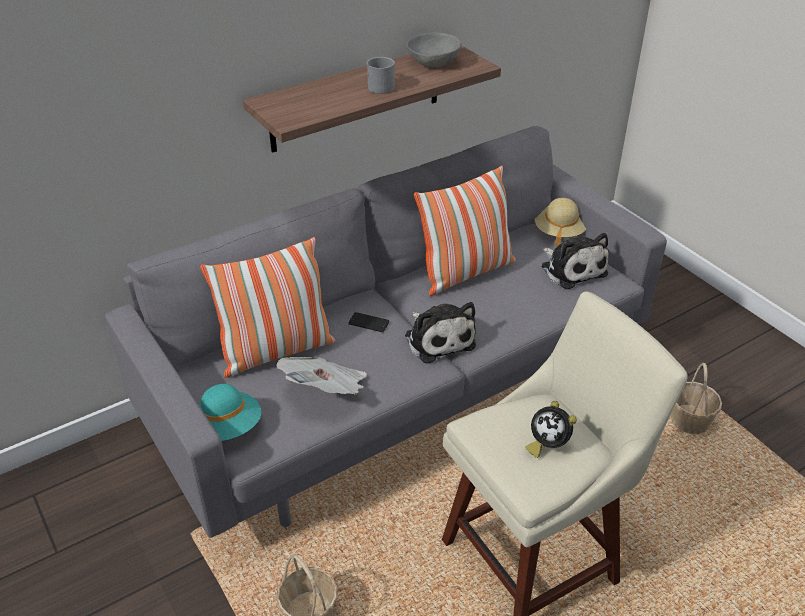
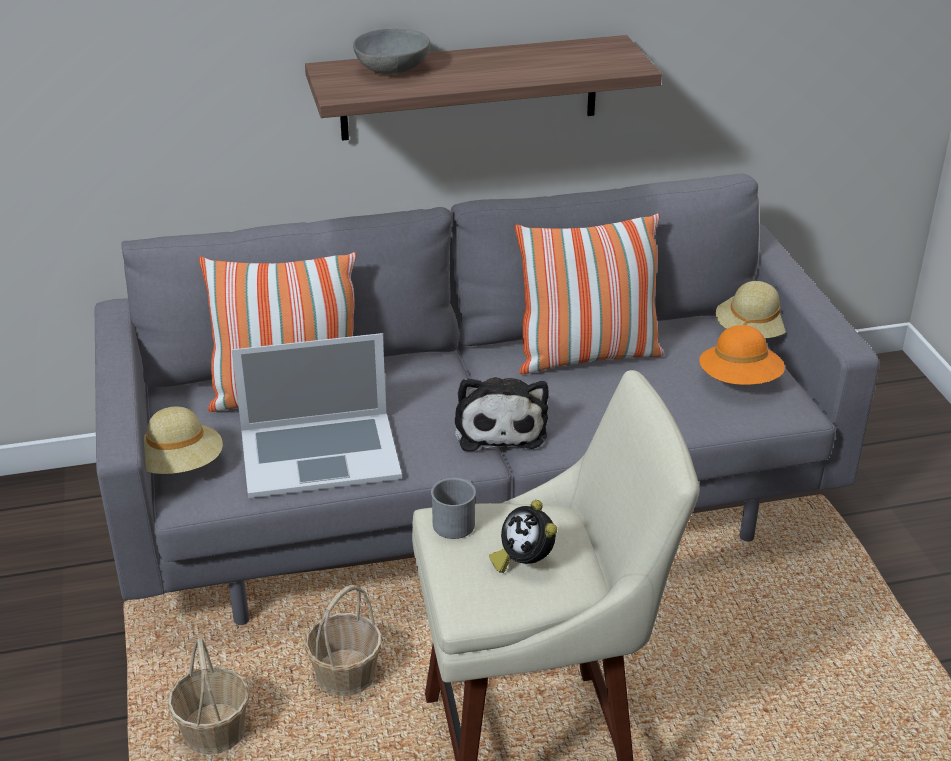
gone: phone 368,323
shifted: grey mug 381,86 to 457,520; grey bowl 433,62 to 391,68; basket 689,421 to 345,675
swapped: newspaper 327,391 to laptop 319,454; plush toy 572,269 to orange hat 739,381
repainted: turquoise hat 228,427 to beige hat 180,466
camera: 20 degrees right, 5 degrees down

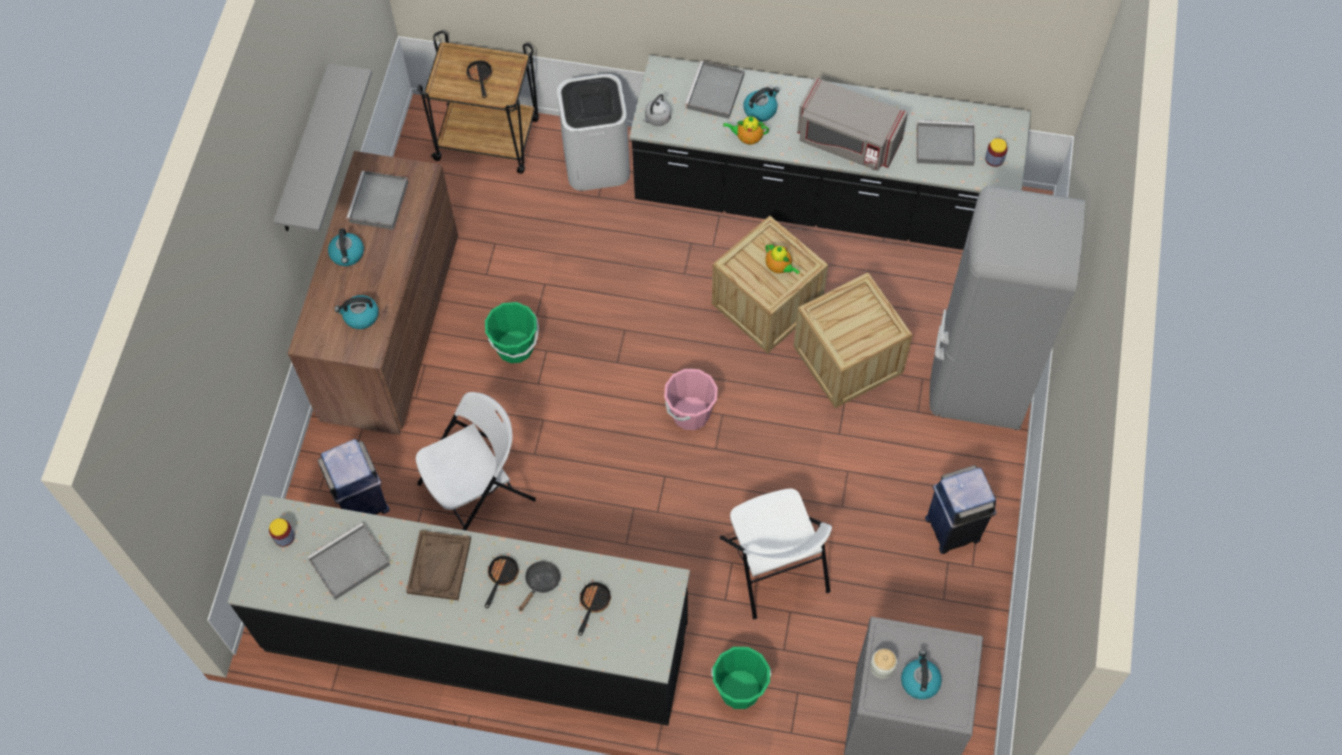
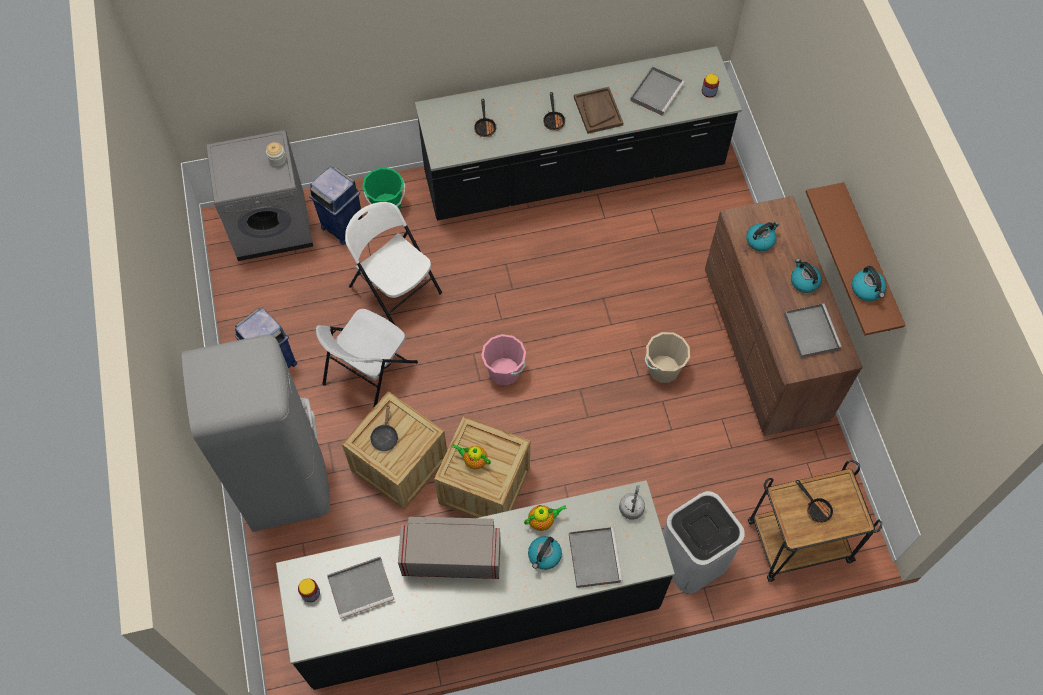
shifted: blue trash can 362,503 to 342,225; white chair 476,492 to 369,373; black frying pan 541,583 to 385,436; kettle 919,681 to 867,289
repainted: grey shelf 305,152 to brown shelf 869,261; green bucket 515,347 to beige bucket 663,369
camera: 155 degrees right, 0 degrees up

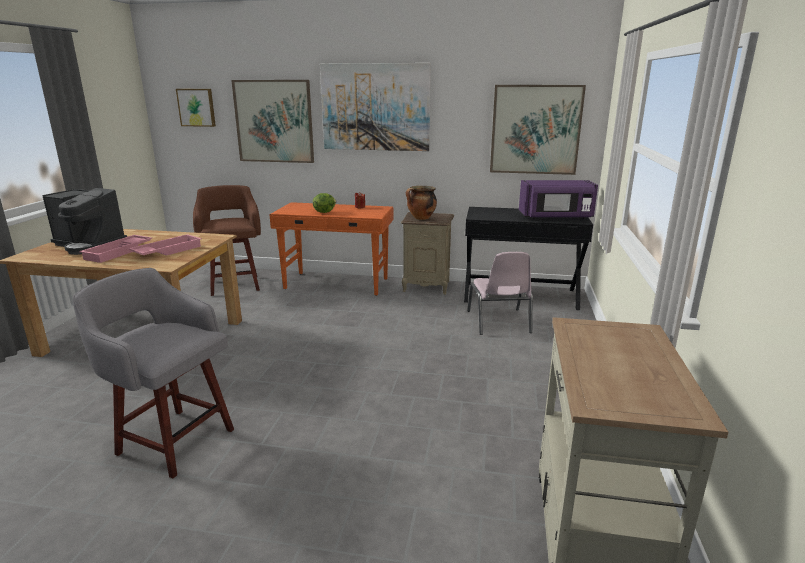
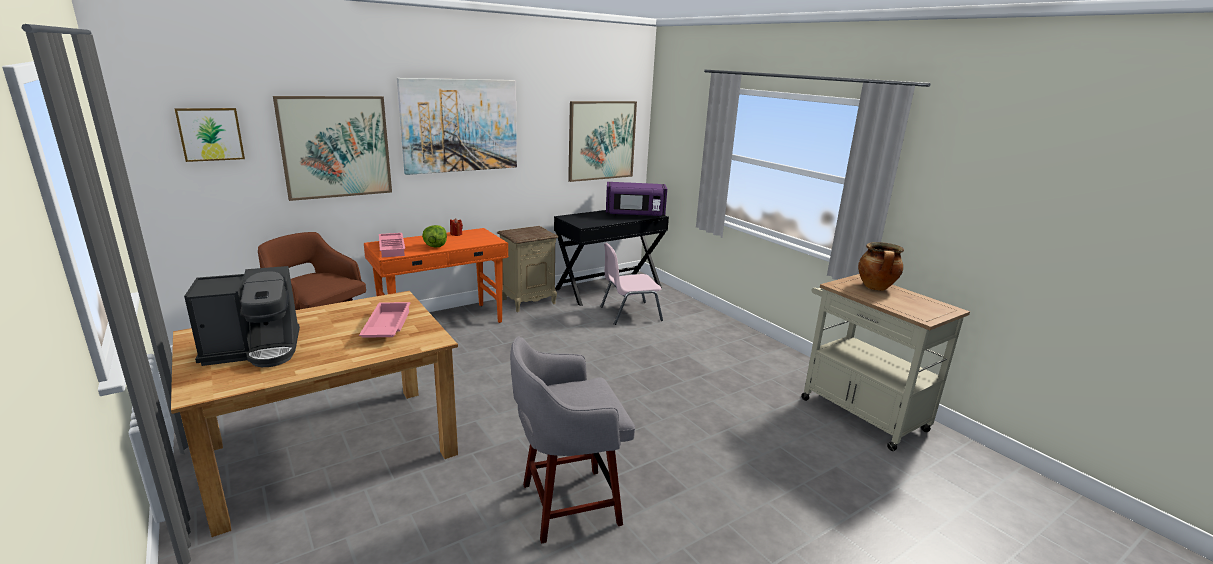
shifted: pink tray 119,252 to 393,248; cooking pot 421,218 to 876,288
rotated: pink chair 499,322 = 629,313 120 degrees clockwise; purple microwave 556,217 = 634,214 45 degrees clockwise
camera: 45 degrees left, 0 degrees up

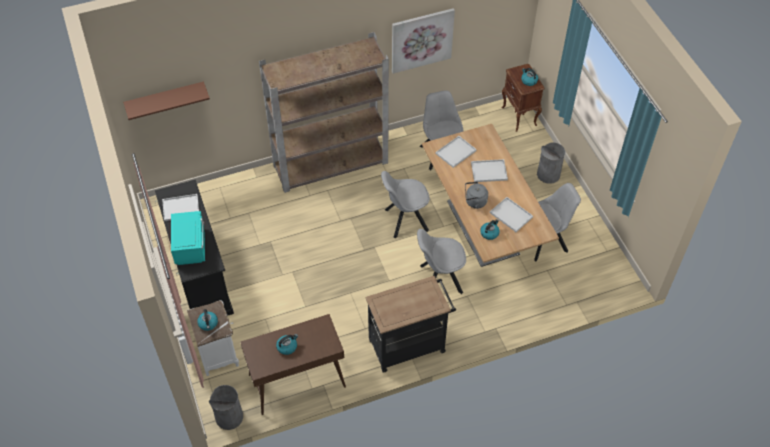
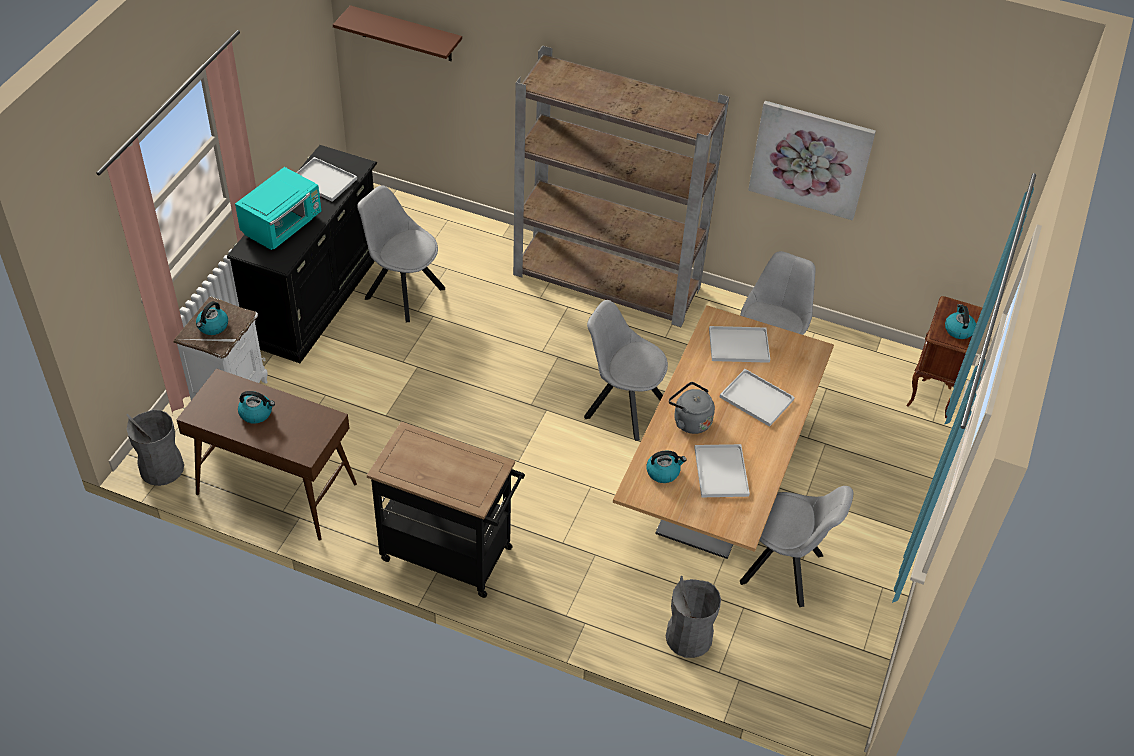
shifted: grey chair 439,279 to 403,292; grey trash can 548,174 to 688,637
camera: 40 degrees right, 5 degrees down

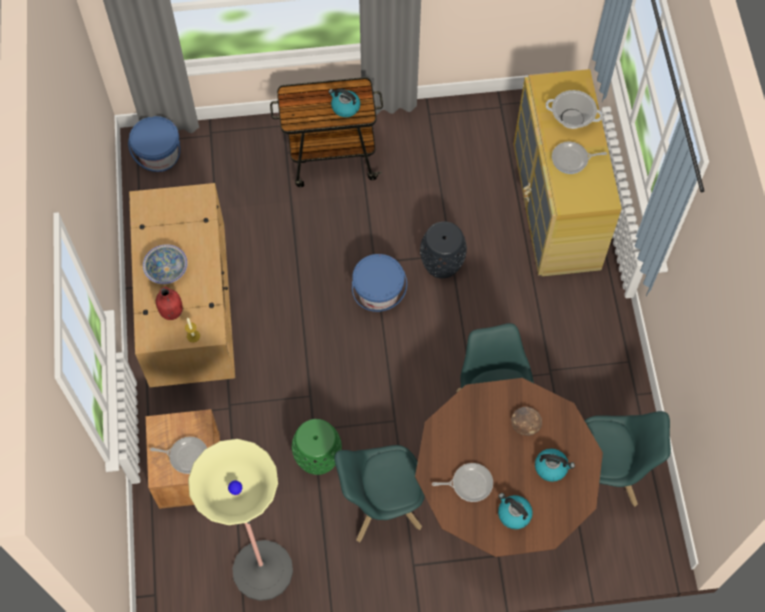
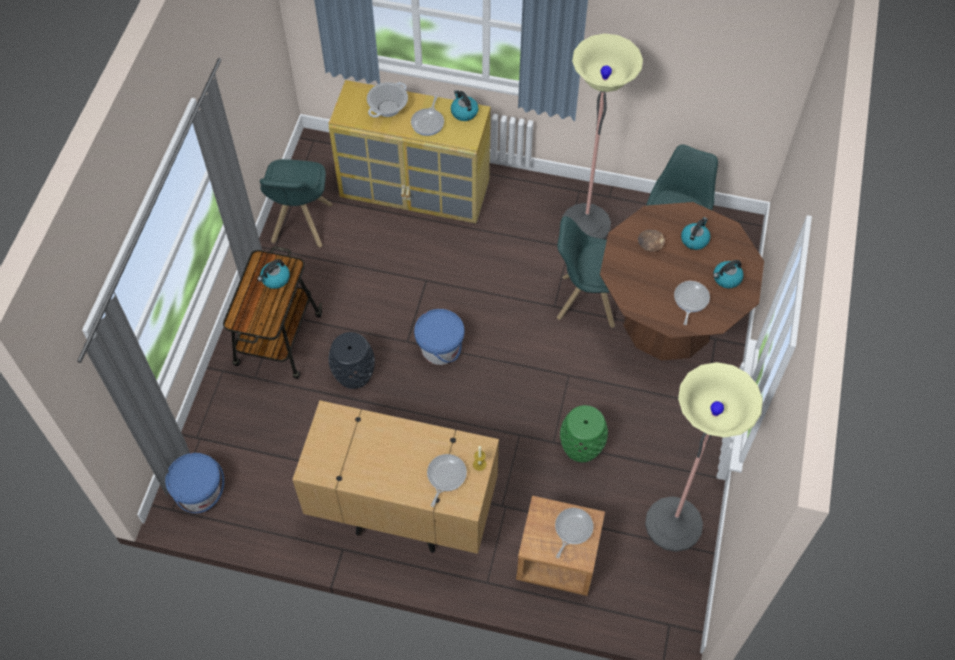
gone: bowl 166,269
new: kettle 464,112; floor lamp 585,224
shifted: turquoise chair 381,506 to 301,223; black stool 442,263 to 354,374
swapped: red bottle 171,311 to frying pan 445,476
camera: 70 degrees left, 5 degrees down

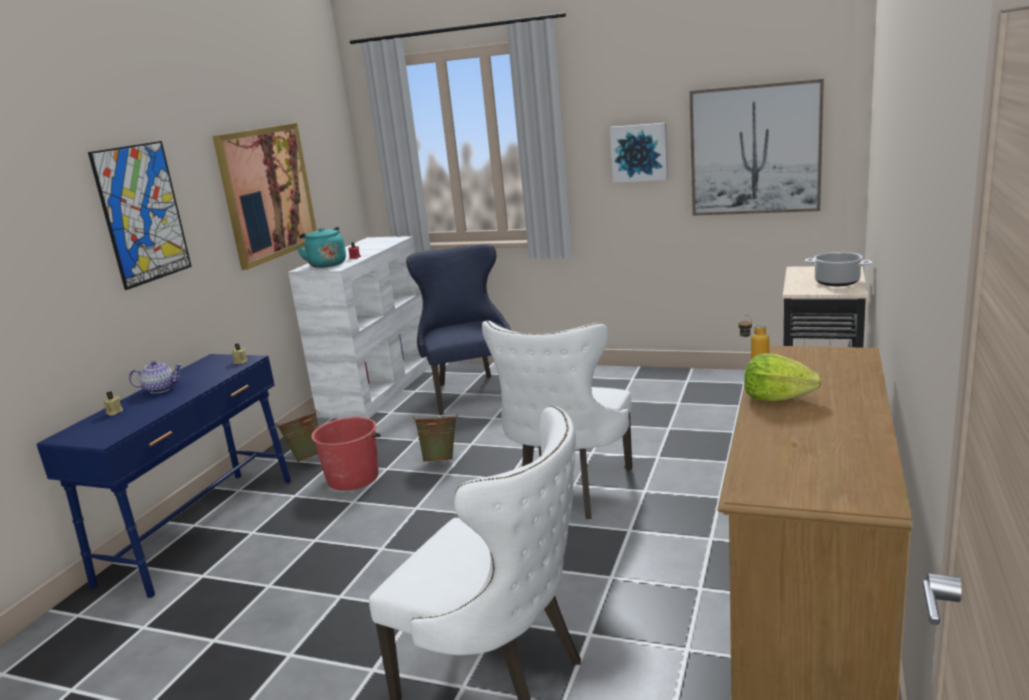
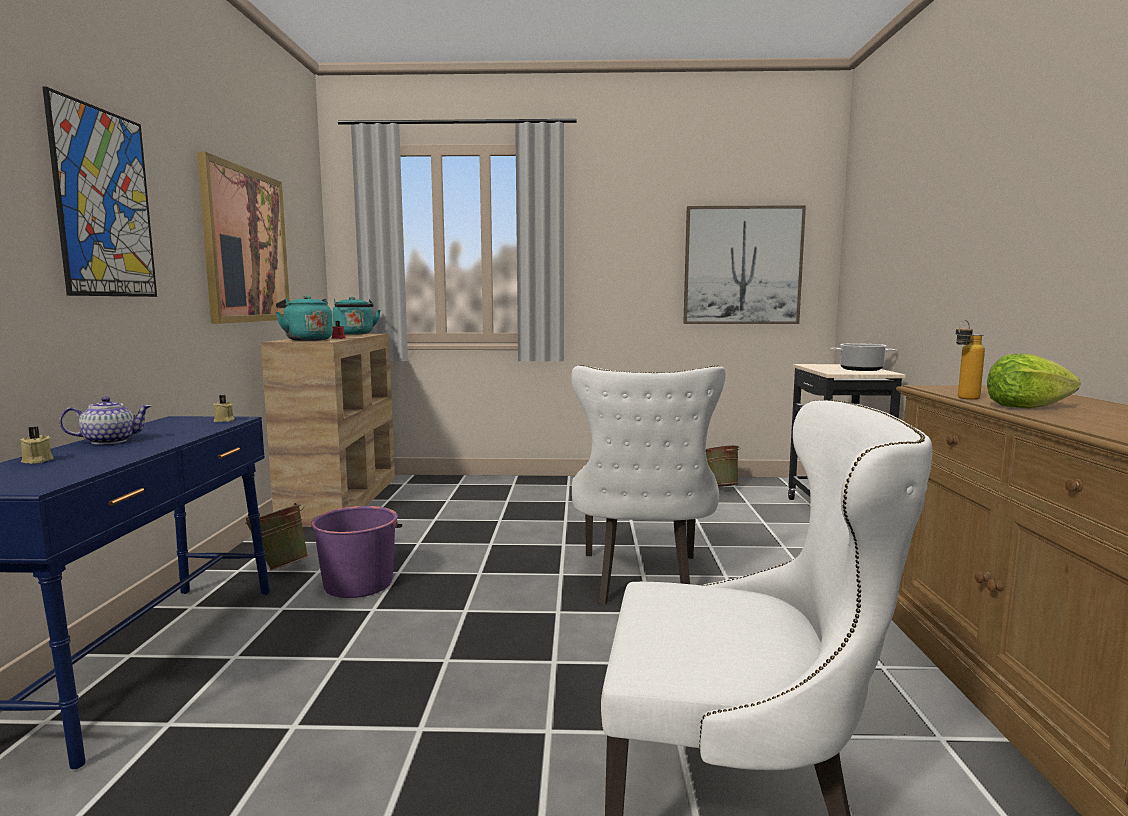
gone: blue chair 470,392; picture 639,152
new: turquoise kettle 354,334
shifted: green bucket 441,459 to 720,487
repainted: white bookcase 377,389 to brown bookcase 340,499; red bucket 353,478 to purple bucket 358,584
camera: 20 degrees left, 10 degrees down

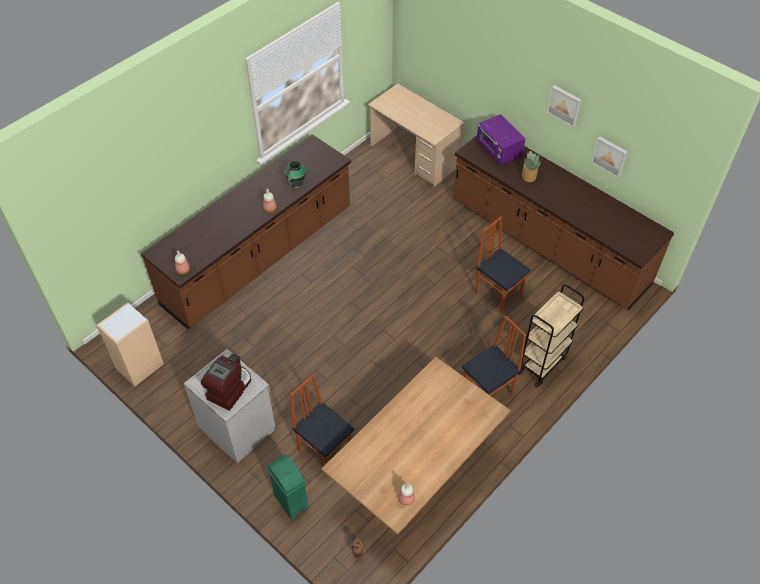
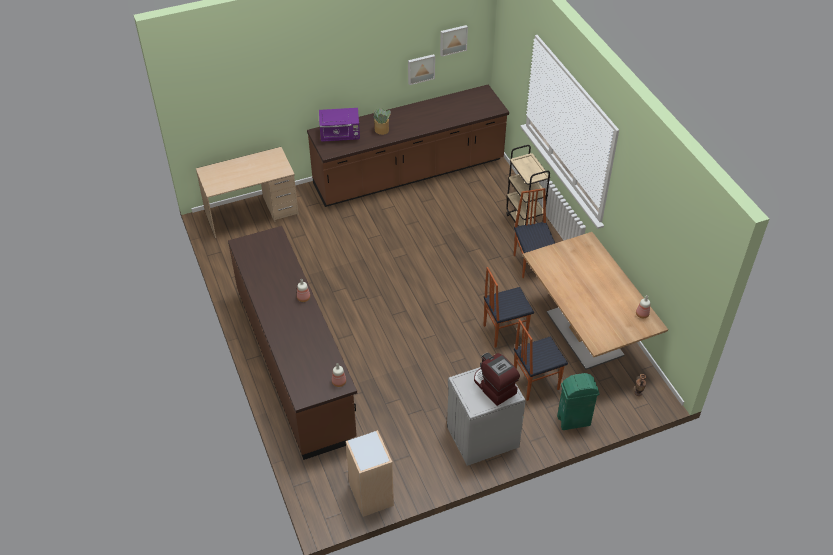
gone: vase 296,184
shifted: chair 498,294 to 504,331; picture 565,105 to 453,40
camera: 65 degrees left, 5 degrees down

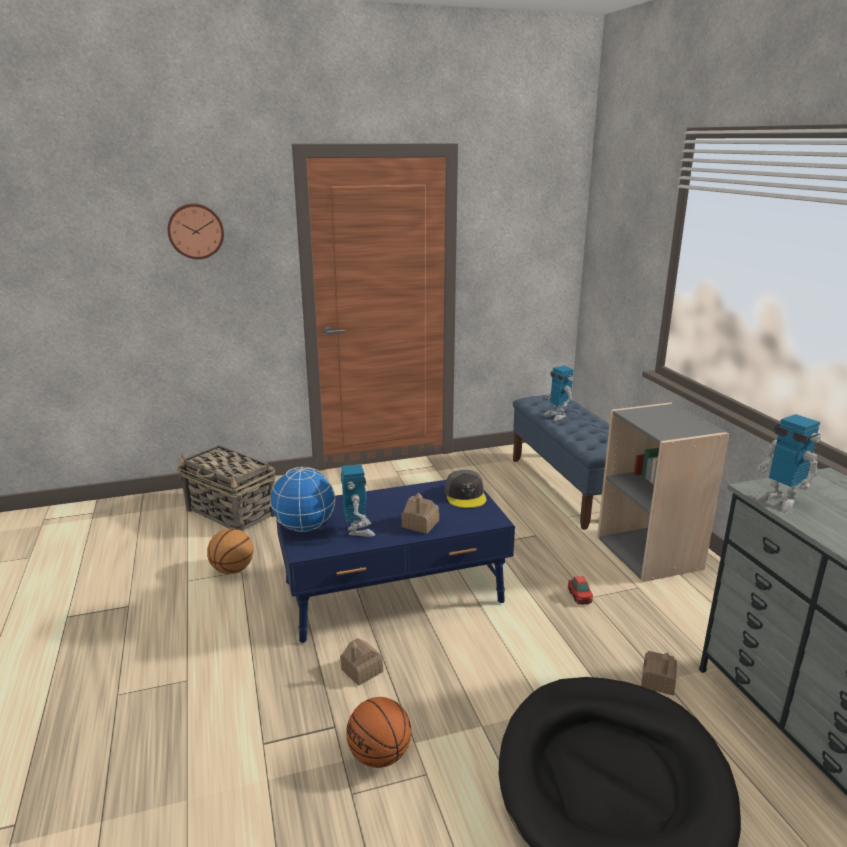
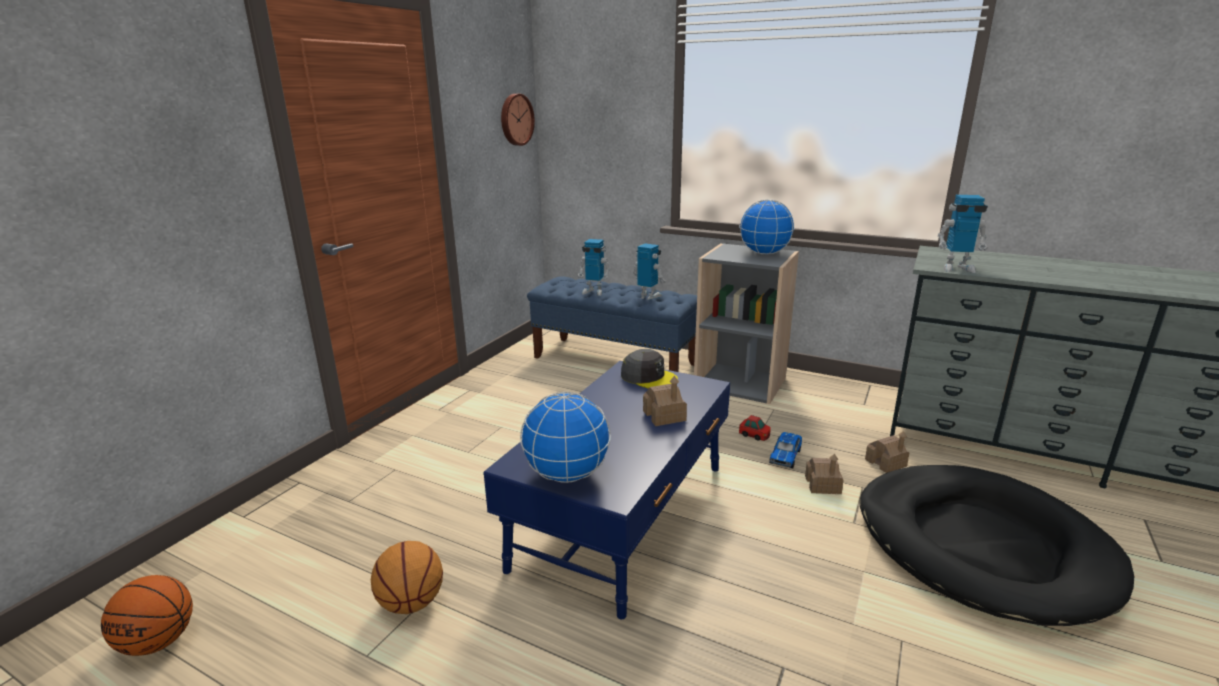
gone: basket 232,513
new: globe 764,253; toy car 785,456
shifted: wall clock 195,231 to 515,119; toy house 362,670 to 823,485; toy robot 358,530 to 648,297; basketball 379,755 to 158,642
camera: 45 degrees left, 0 degrees up

